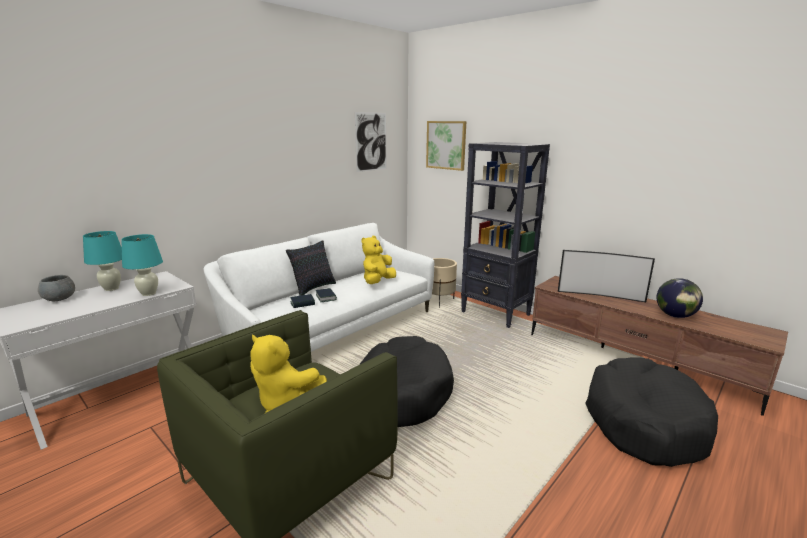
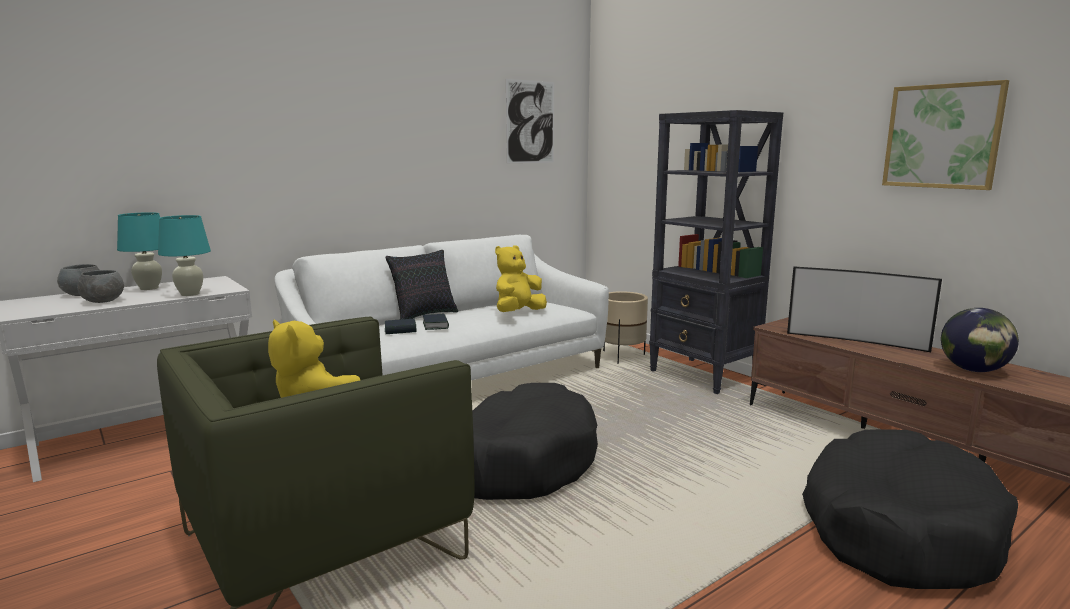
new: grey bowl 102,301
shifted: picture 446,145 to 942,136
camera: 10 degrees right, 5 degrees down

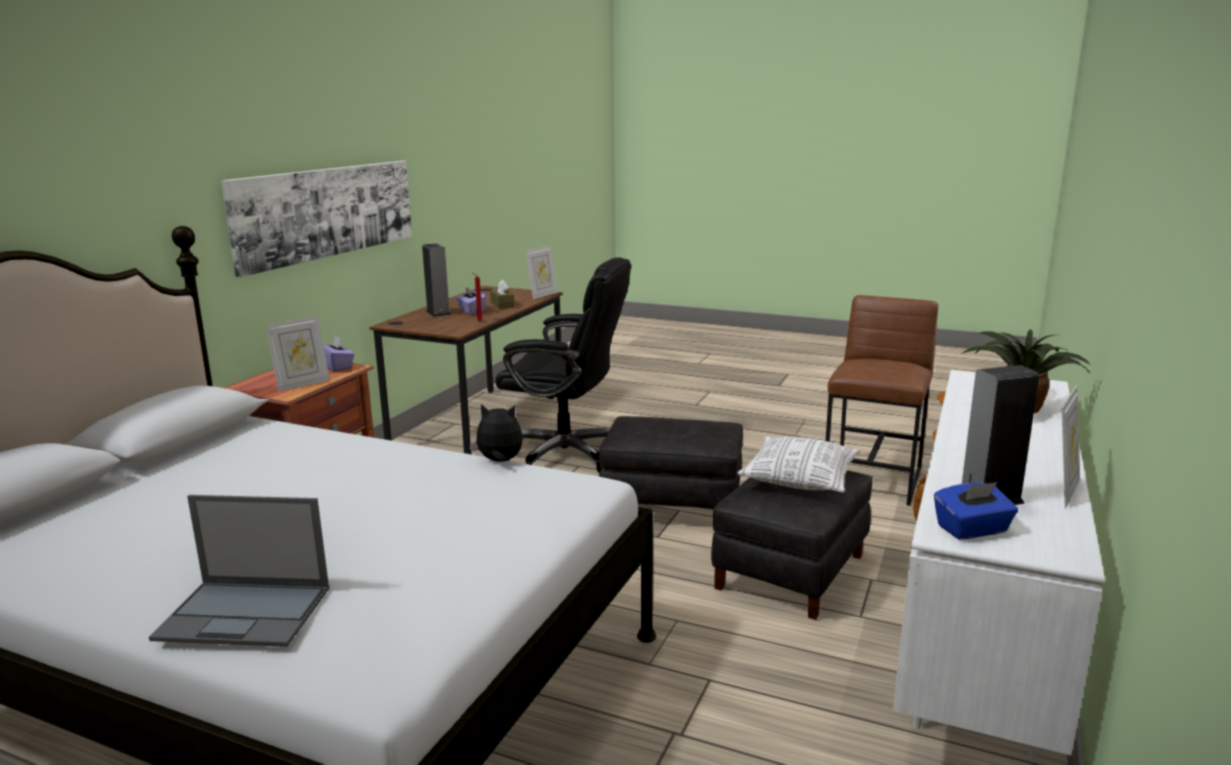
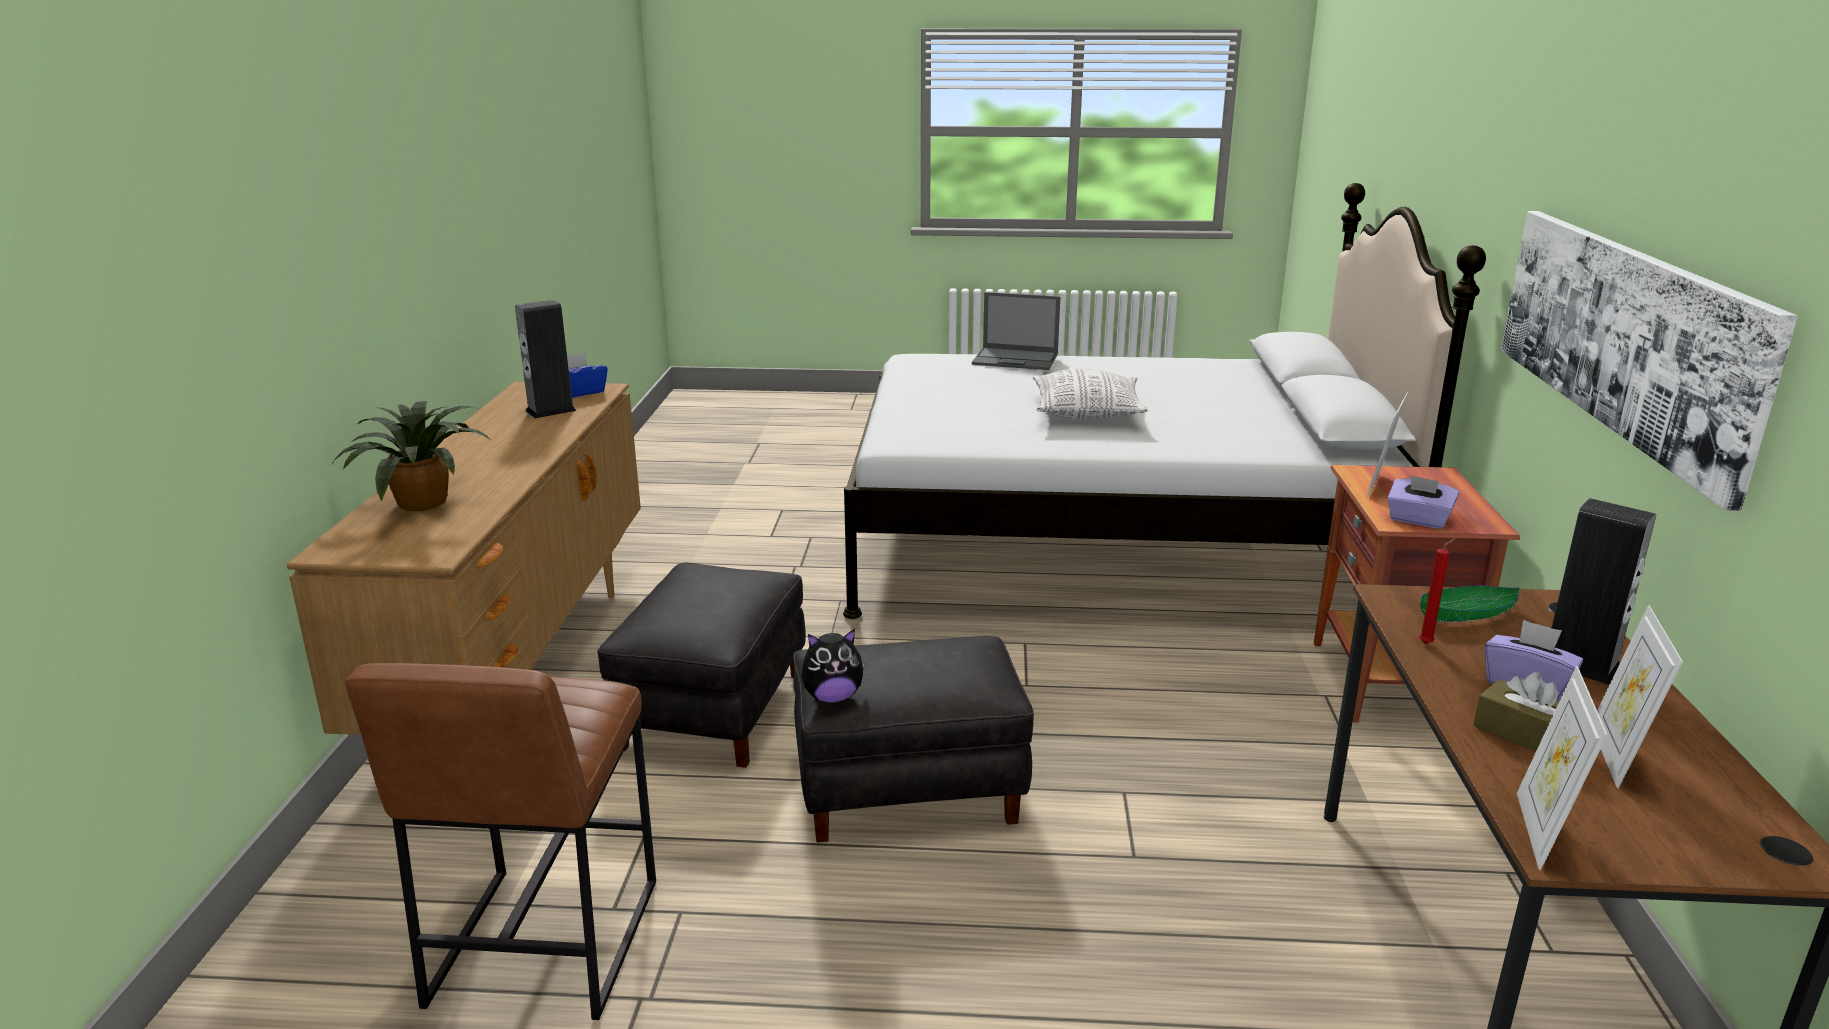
gone: black office chair 565,453
new: green bowl 1467,615
shifted: plush toy 499,461 to 832,697; pillow 799,479 to 1087,413; picture frame 1063,491 to 1616,756
repainted: white dresser 976,643 to brown dresser 522,665
rotated: laptop 246,613 = 1016,359 150 degrees counterclockwise
camera: 160 degrees right, 5 degrees up

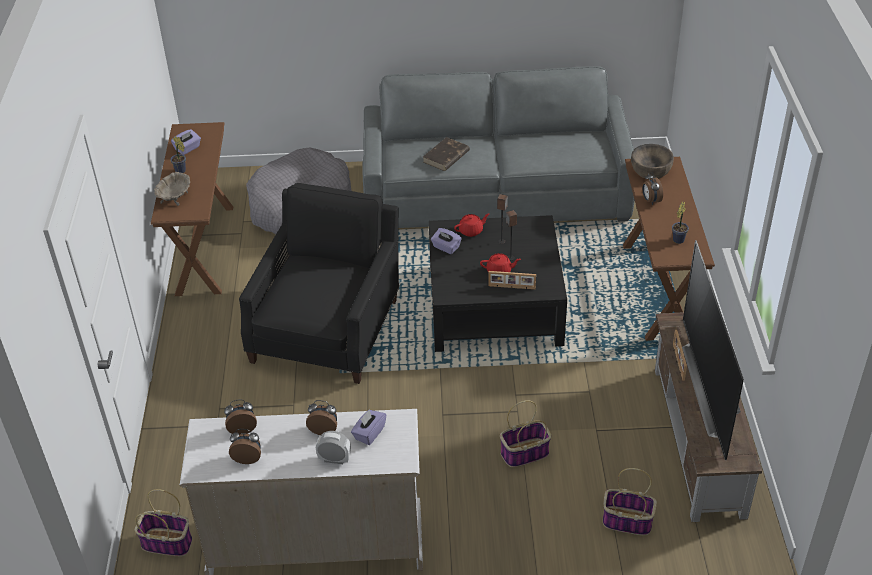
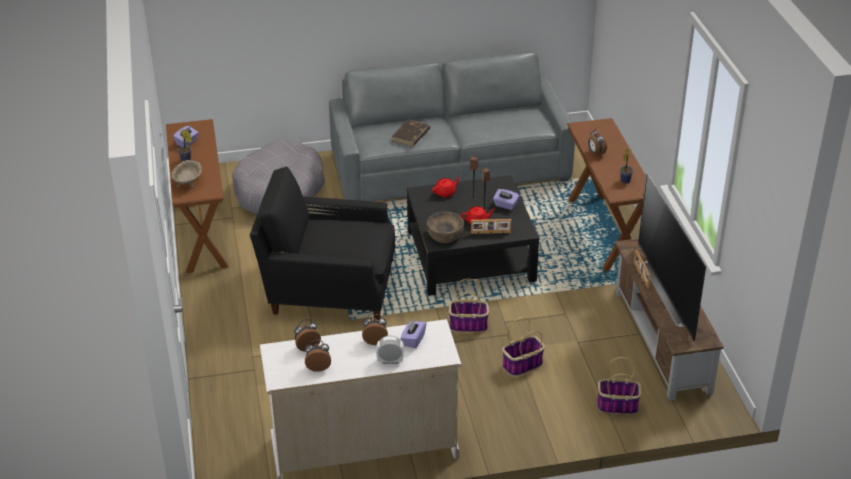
shifted: basket 168,543 to 469,325; purple tissue box 446,247 to 505,205; brown bowl 650,170 to 445,235
rotated: black armchair 327,327 = 330,285 90 degrees counterclockwise
camera: 10 degrees left, 5 degrees down

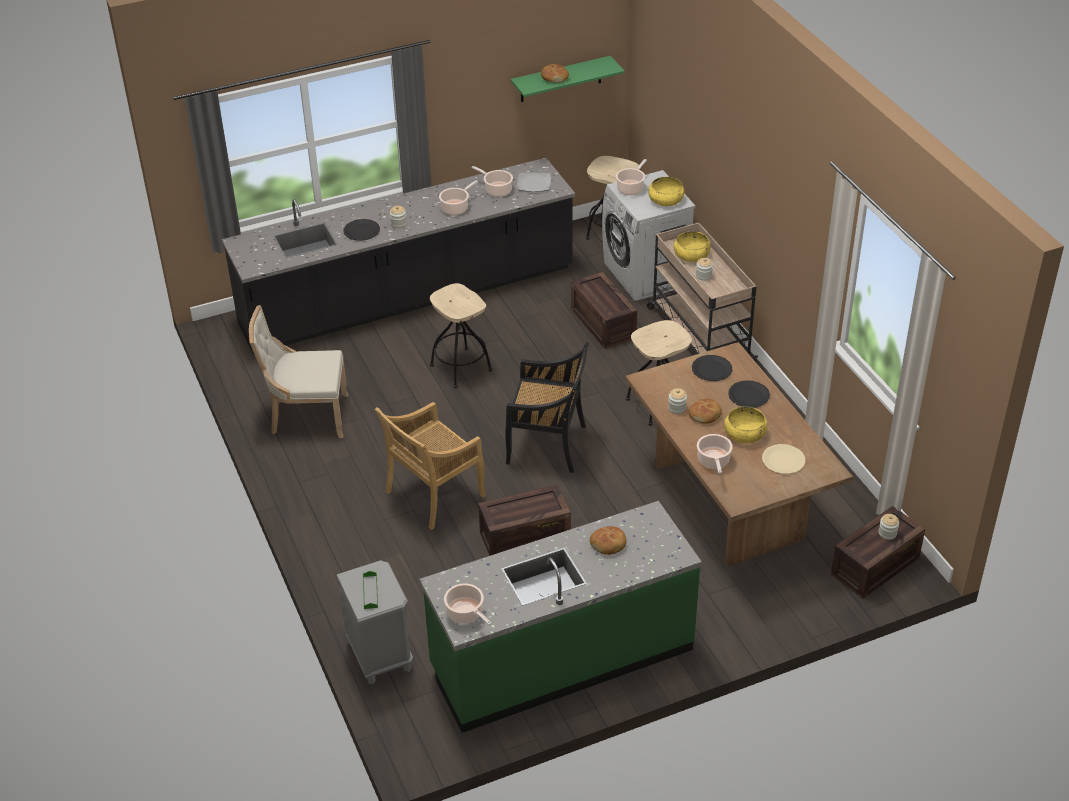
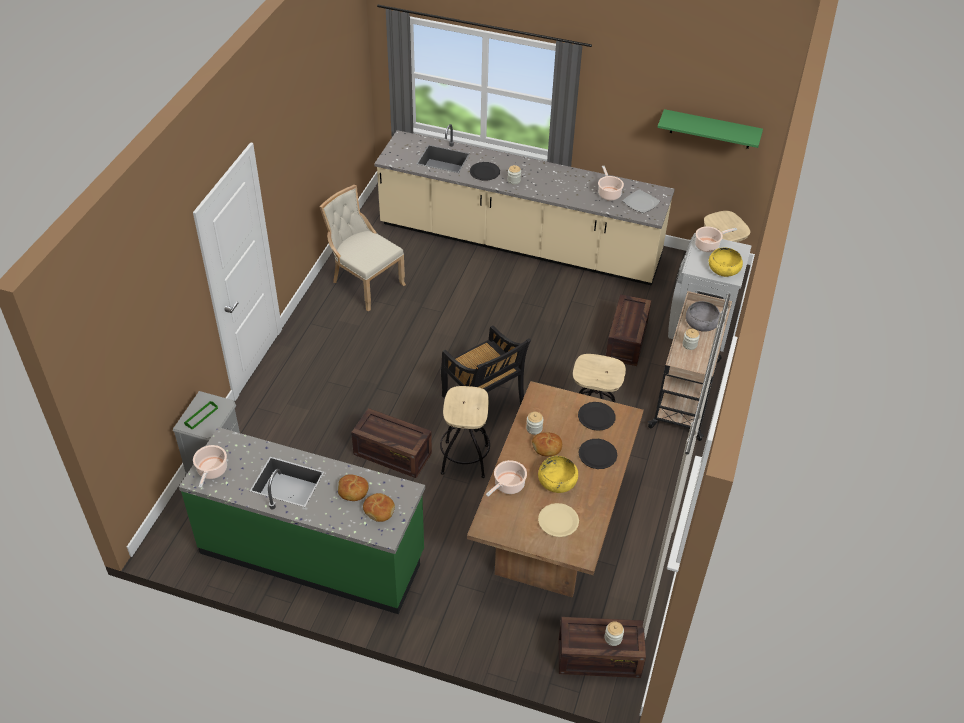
gone: beige chair 434,495; cooking pot 456,208
shifted: beige stool 460,367 to 465,458; bread 554,77 to 379,510
repainted: black counter 408,298 to beige counter 519,243; yellow bowl 691,254 to grey bowl 701,323
camera: 40 degrees right, 5 degrees up

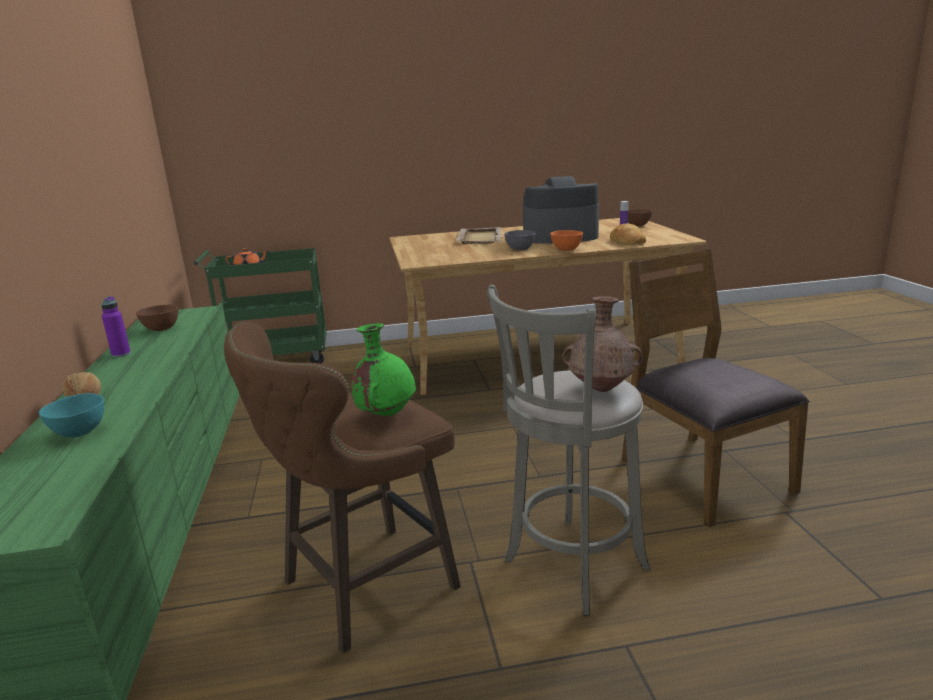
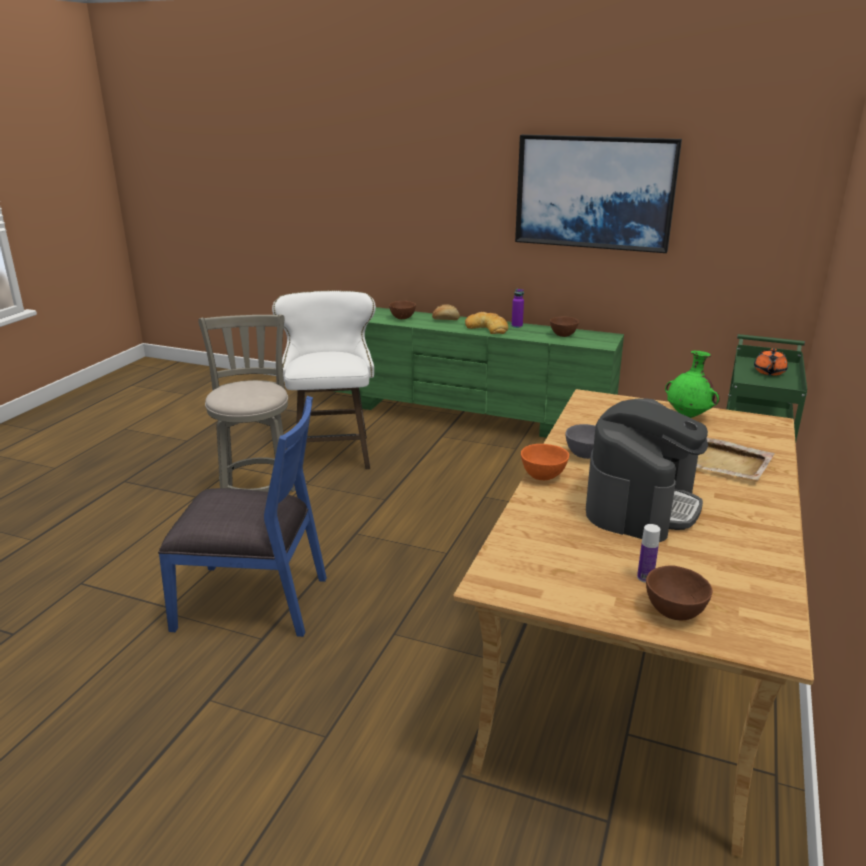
gone: brown vase 602,389
new: picture 594,192
shifted: green vase 386,414 to 688,416; bread 627,241 to 487,328
repainted: turquoise bowl 80,432 to brown bowl 403,318; brown stool 362,588 to white stool 332,452; brown chair 702,475 to blue chair 253,601
camera: 120 degrees right, 5 degrees up

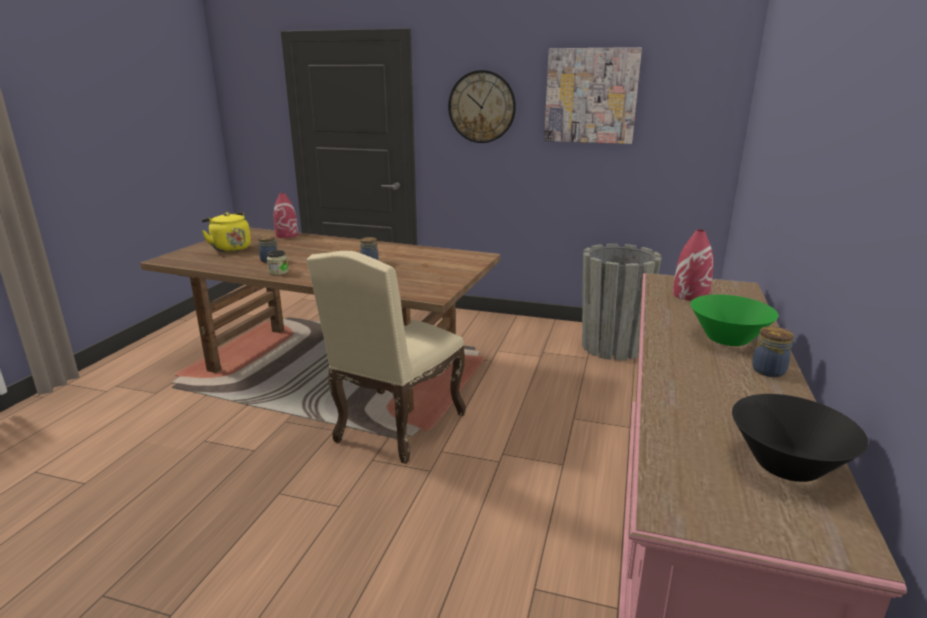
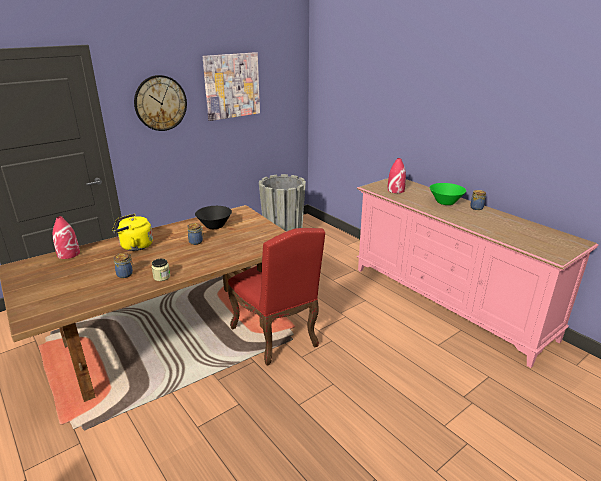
shifted: yellow kettle 230,248 to 134,246; black bowl 786,466 to 214,226
repainted: beige chair 394,427 to red chair 277,337
camera: 55 degrees left, 5 degrees up

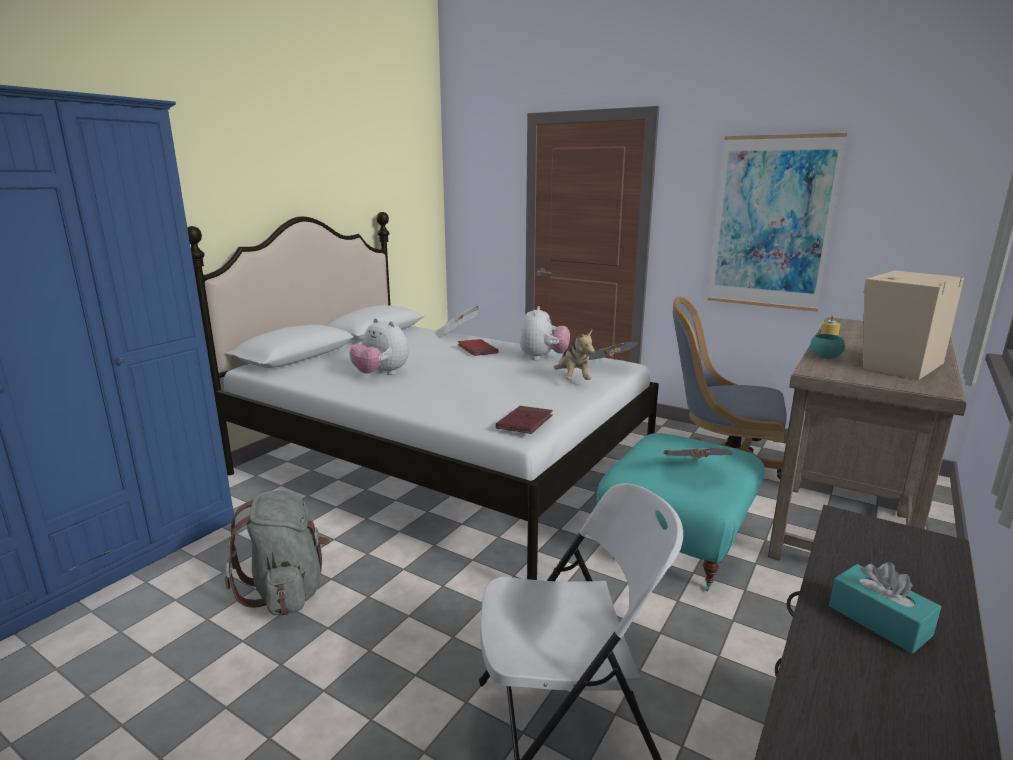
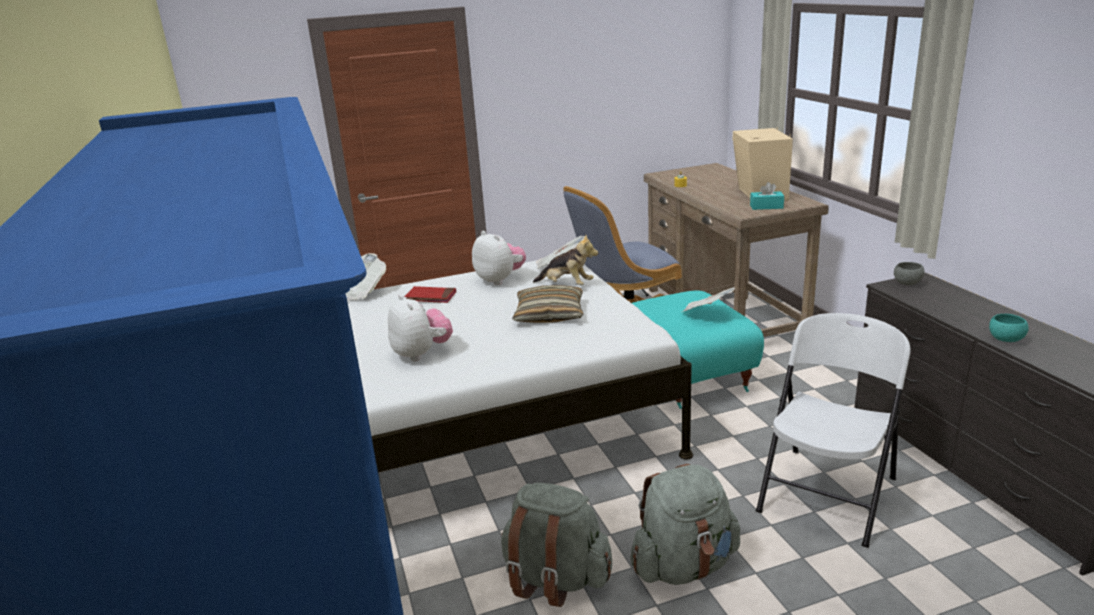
gone: red book 525,423; picture 771,223
new: pillow 549,314; grey backpack 684,566; grey bowl 907,283
shifted: turquoise bowl 825,357 to 1006,339; turquoise tissue box 879,620 to 766,207
rotated: plush toy 381,374 = 421,354 105 degrees counterclockwise
camera: 50 degrees left, 5 degrees up

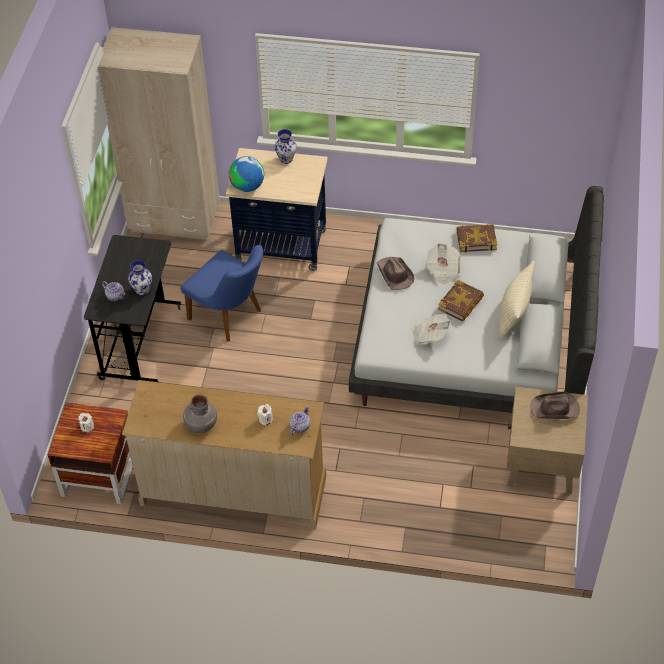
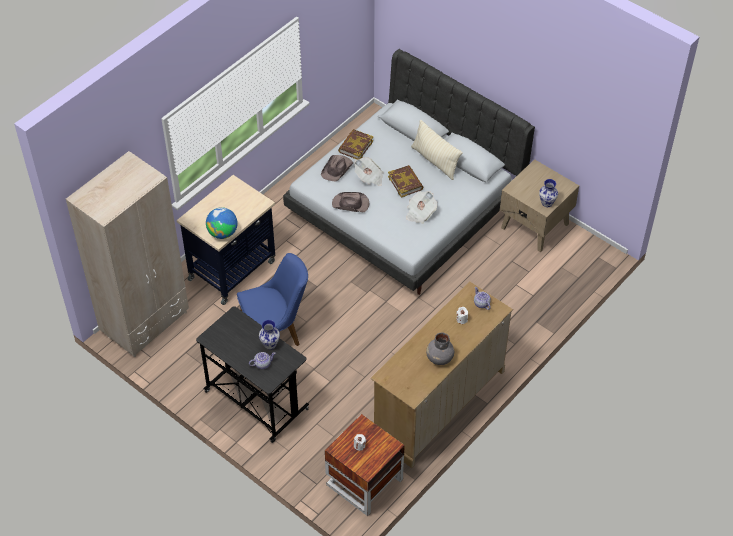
shifted: vase 286,159 to 547,203; brown hat 555,409 to 337,169
camera: 60 degrees left, 0 degrees up

